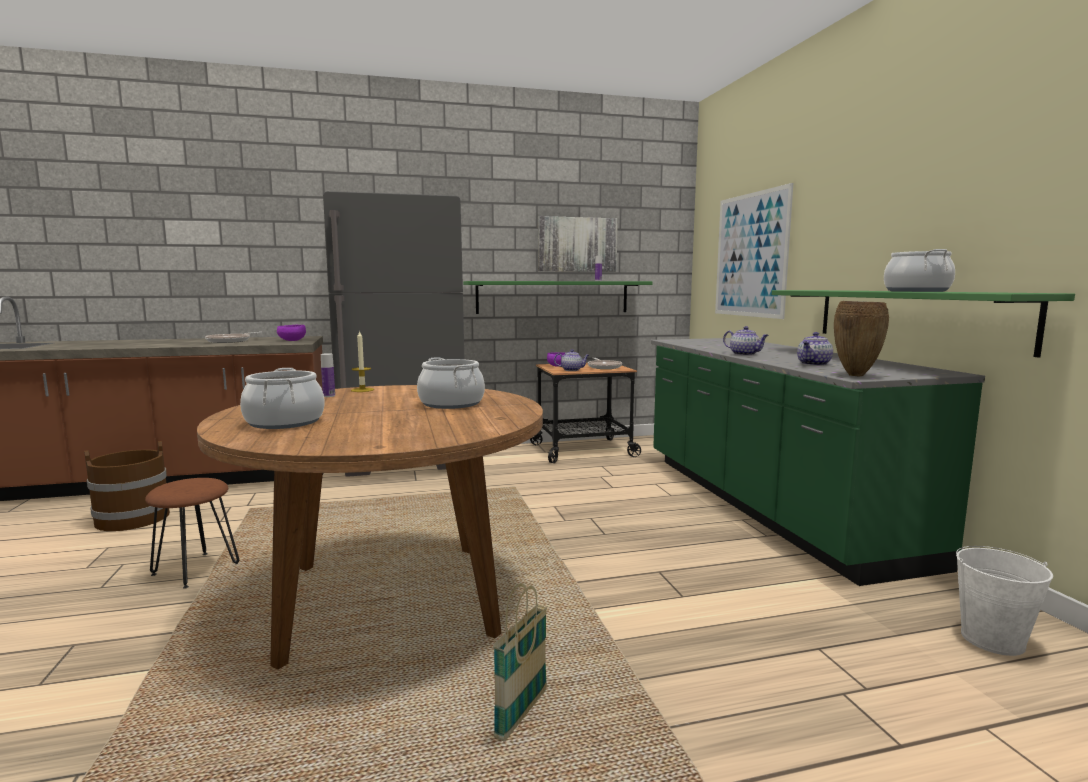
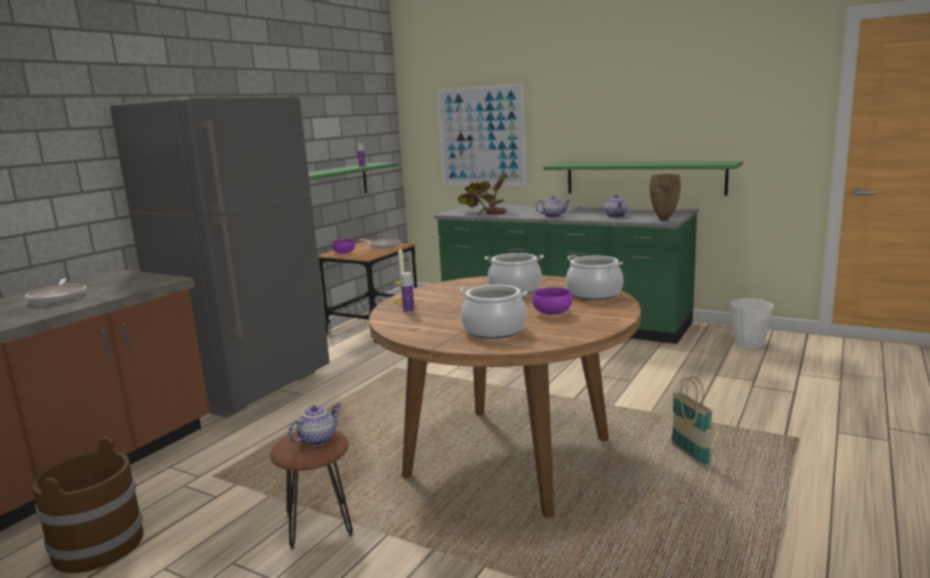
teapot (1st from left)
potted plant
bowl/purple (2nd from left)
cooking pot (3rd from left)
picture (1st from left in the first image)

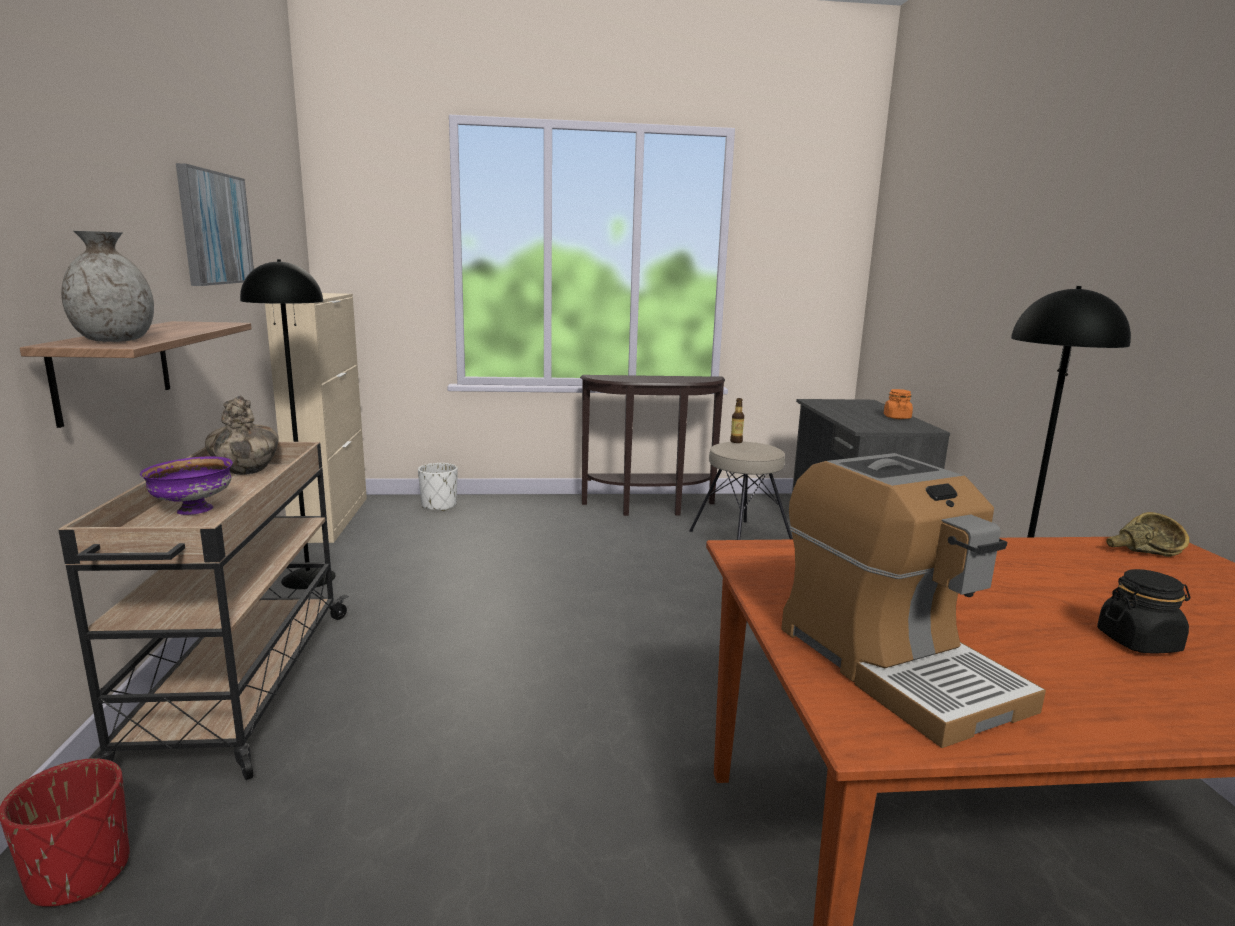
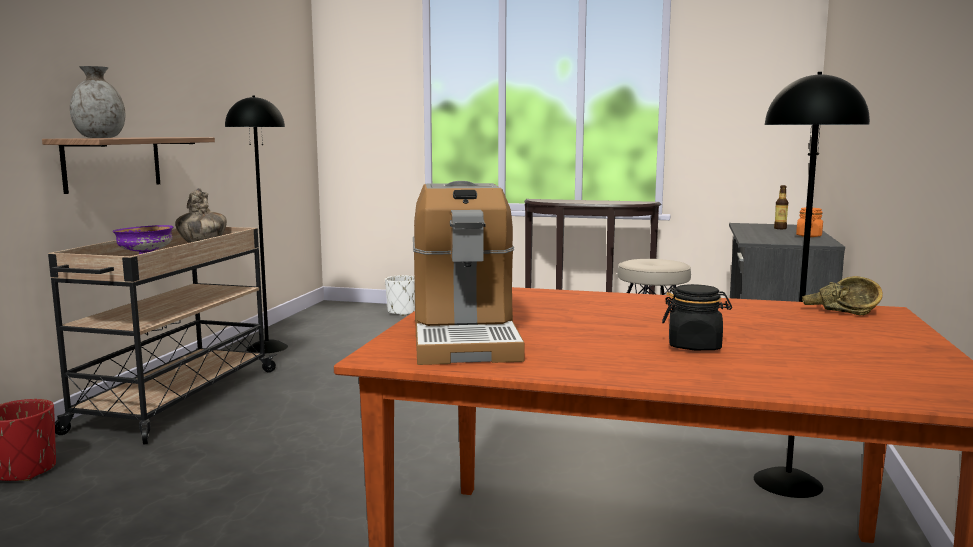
bottle
picture
cabinet/beige

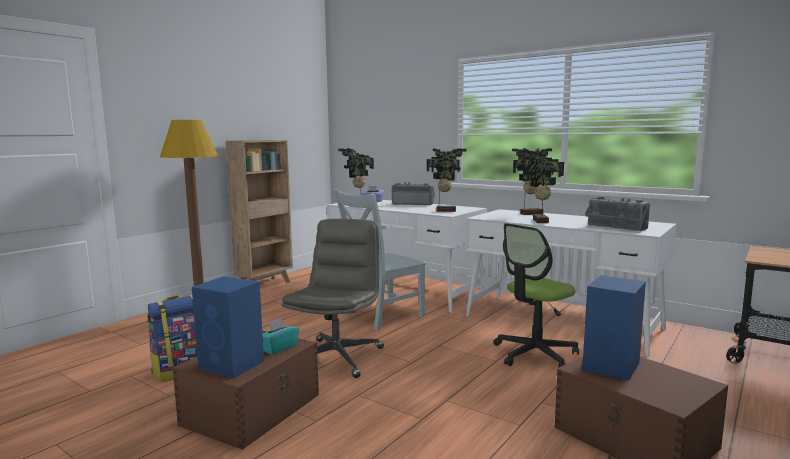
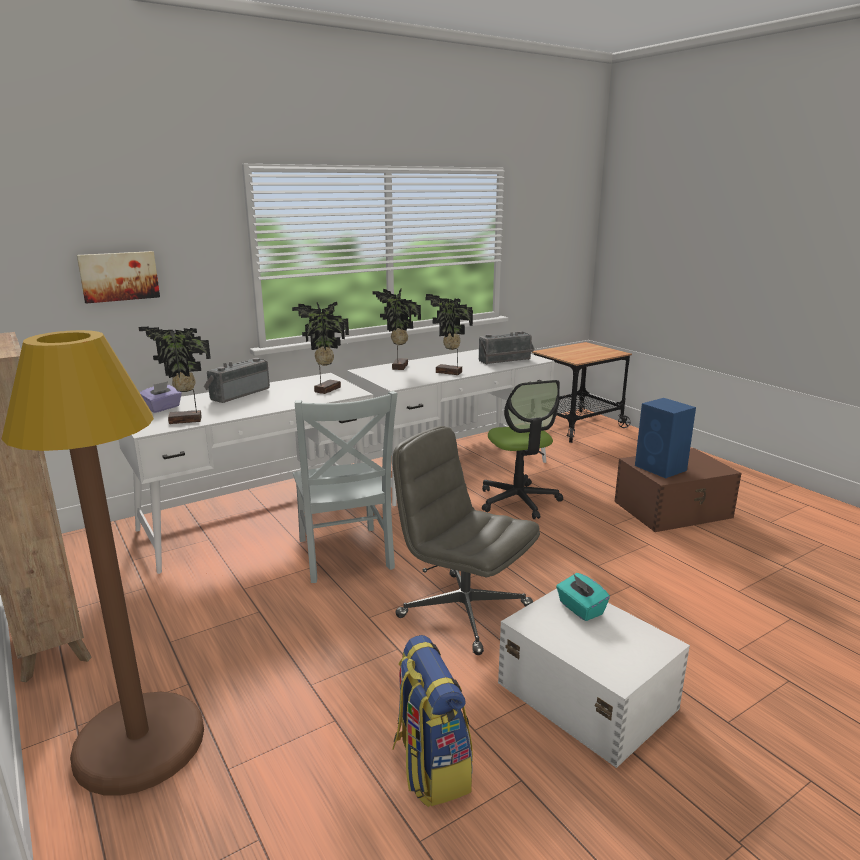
picture
storage box/white
speaker/blue (1st from left in the first image)

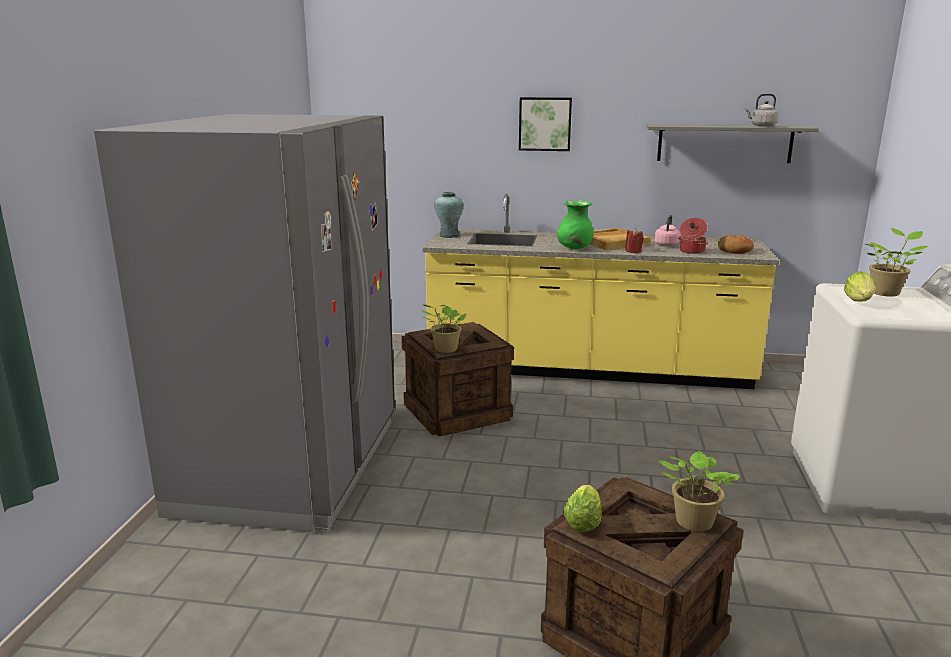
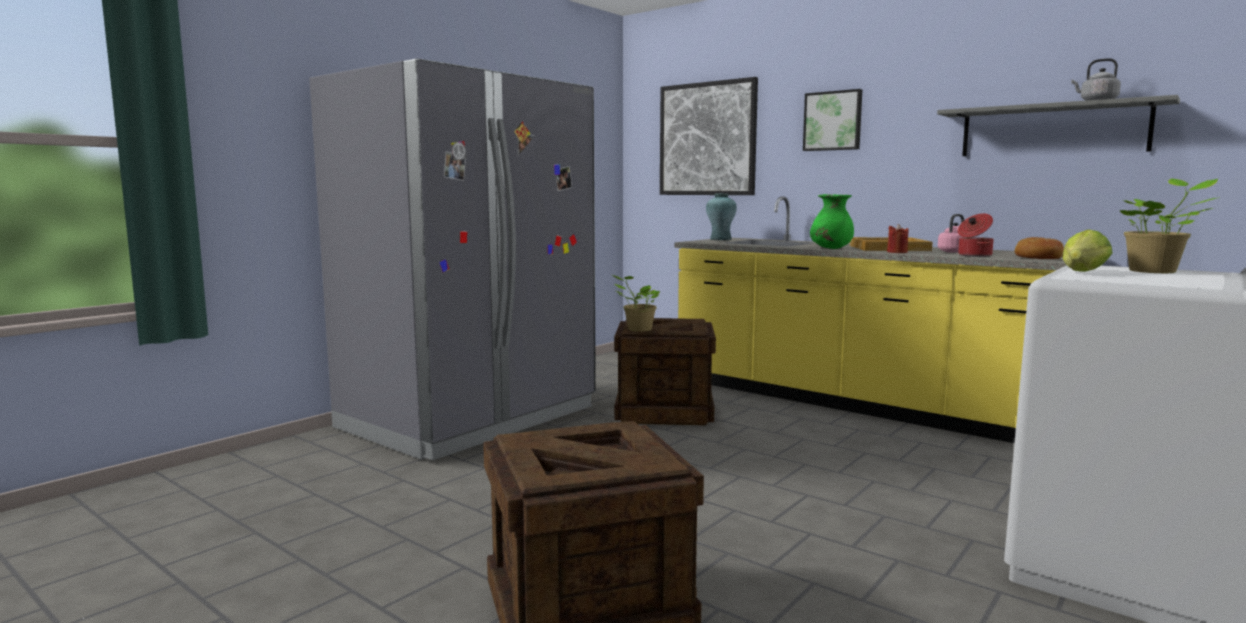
picture (1st from left)
lettuce (1st from left in the first image)
potted plant (2nd from left in the first image)

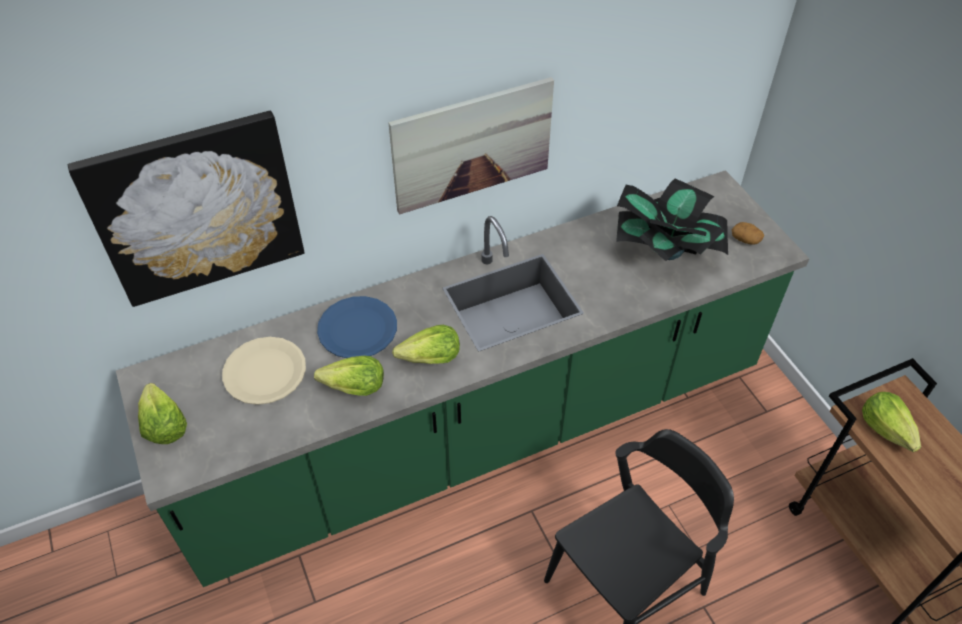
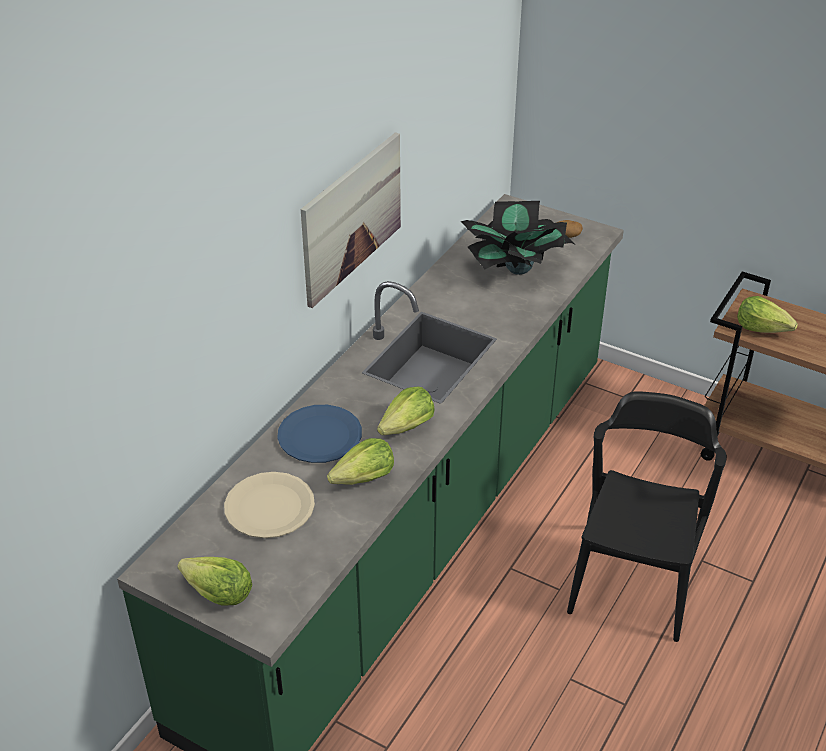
picture (1st from left in the first image)

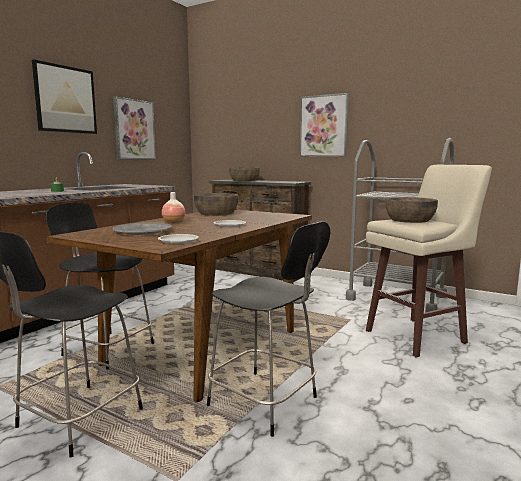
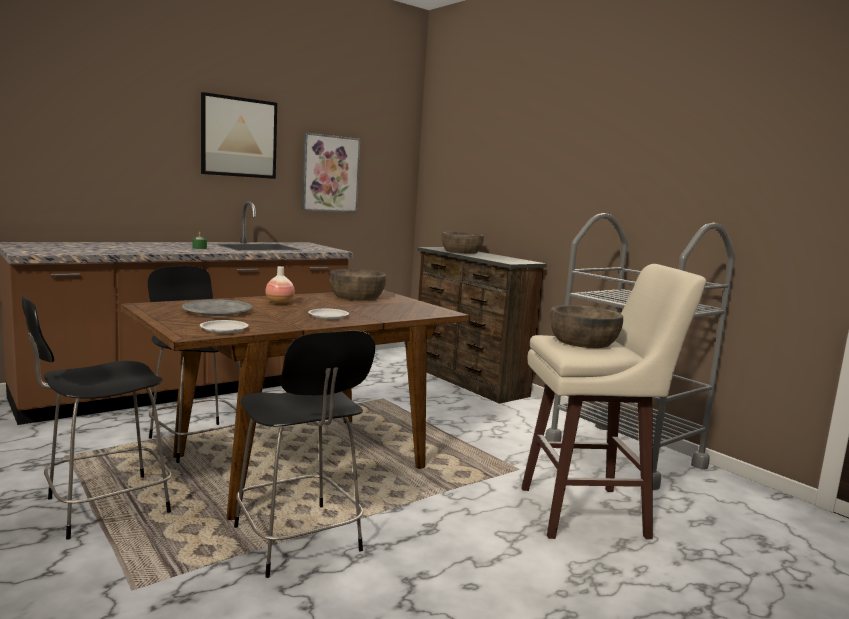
picture (3rd from left in the first image)

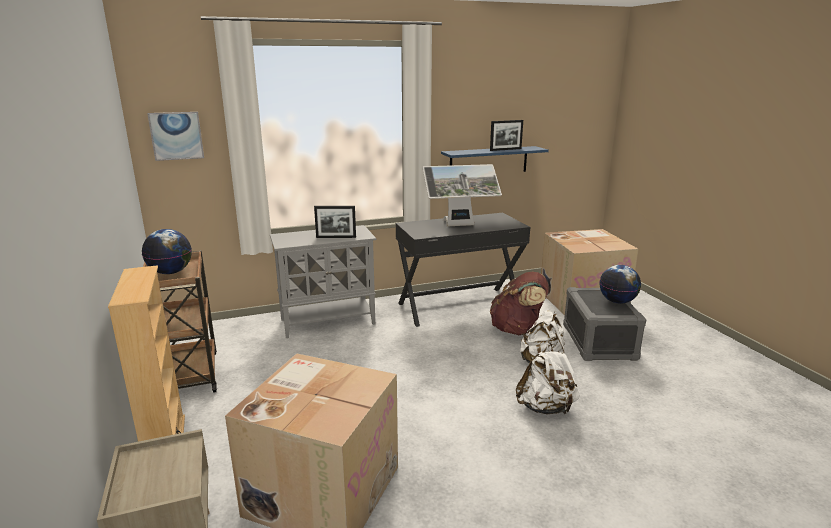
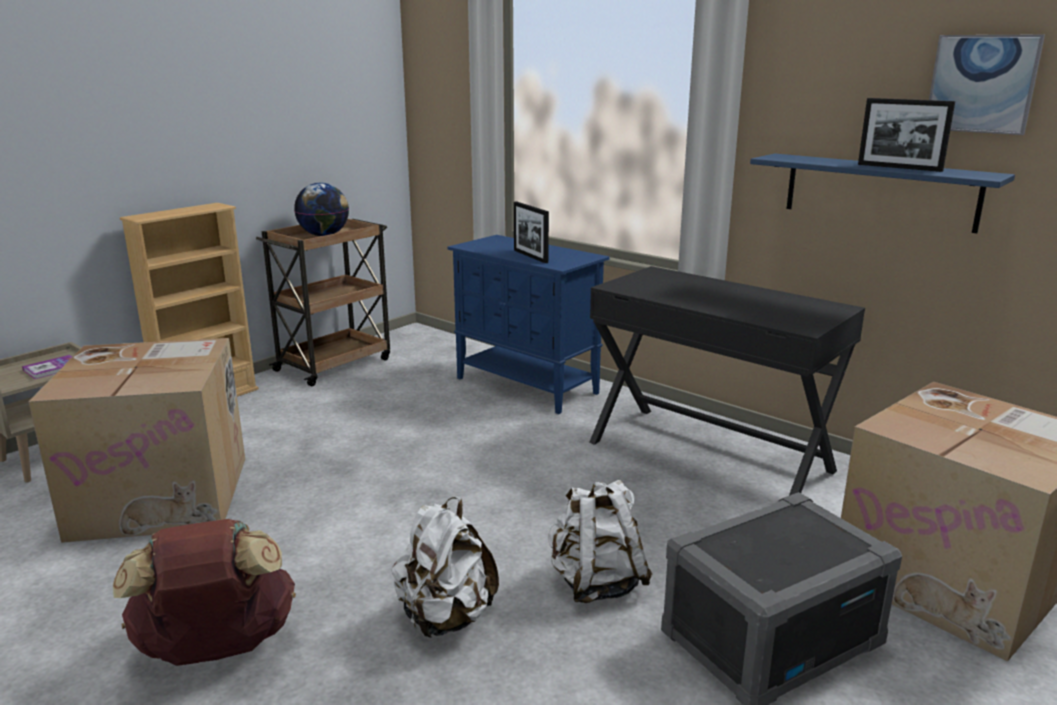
book
backpack/brown
cabinet/blue
picture
monitor
globe (2nd from left in the first image)

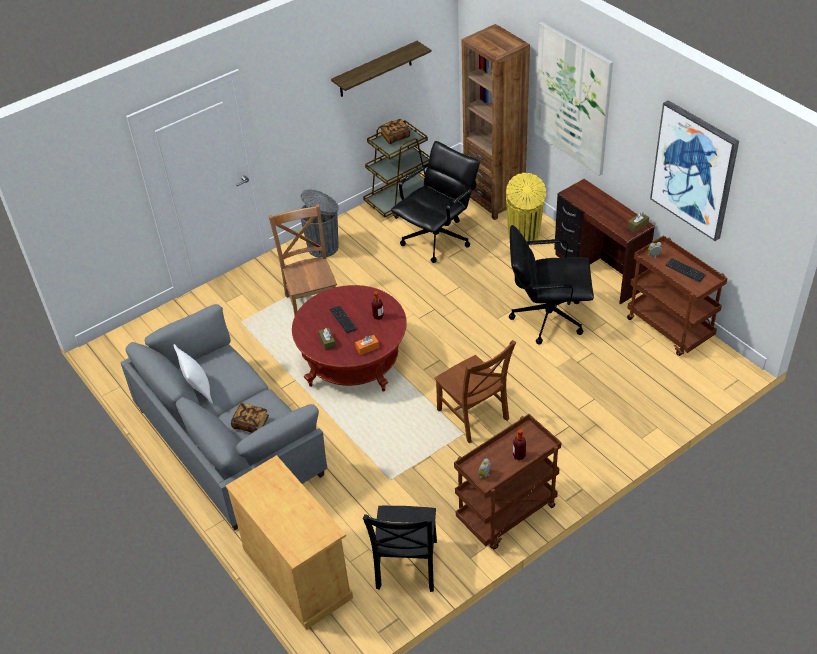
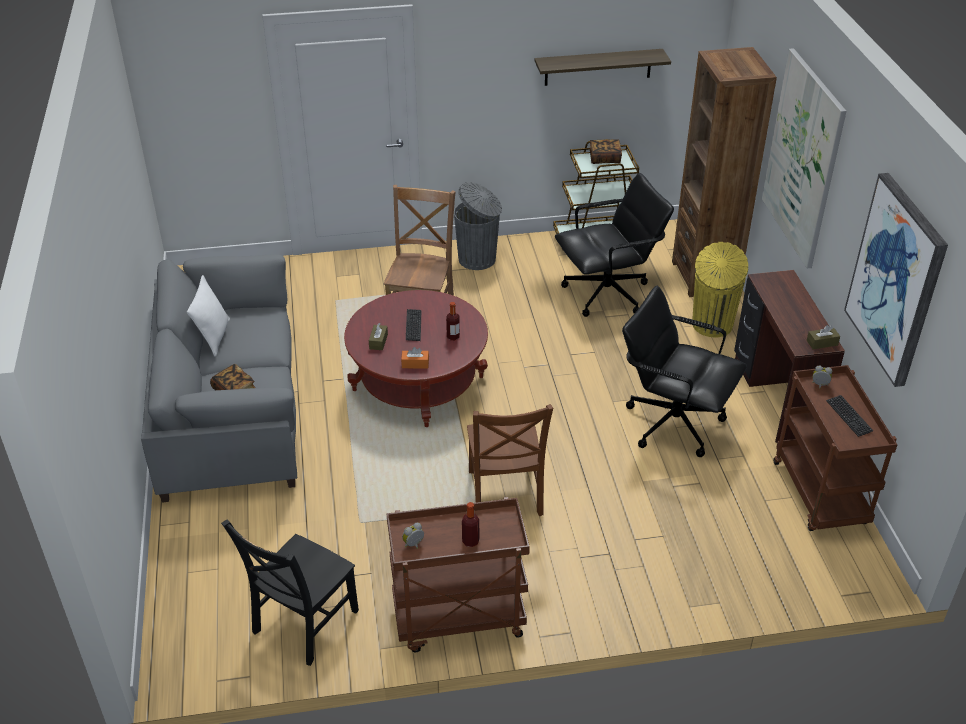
cabinet/beige

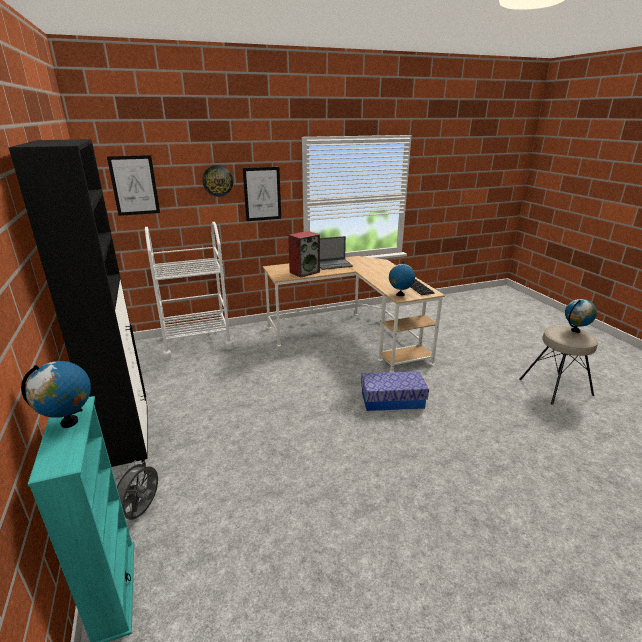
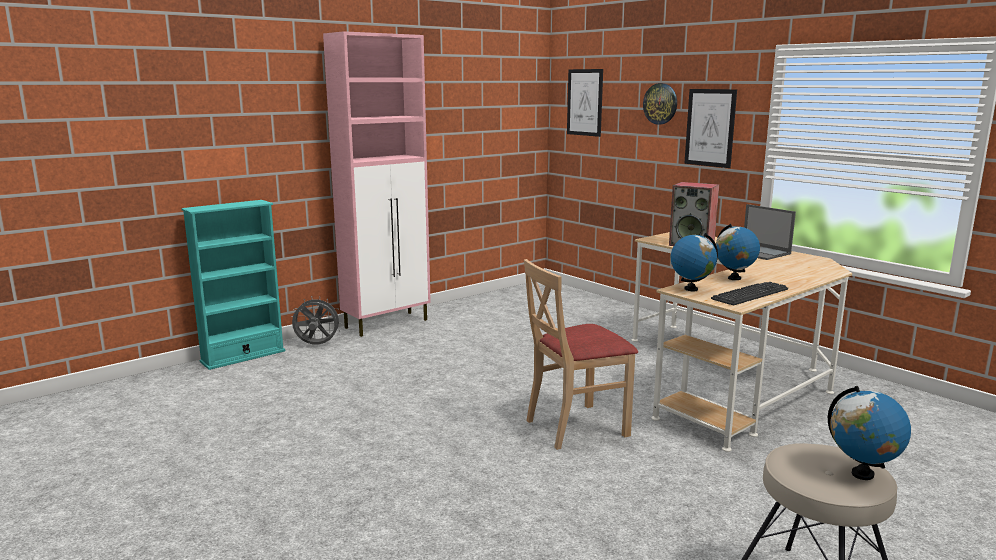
cabinet/pink
chair/beige
globe (2nd from left)
cart/white

